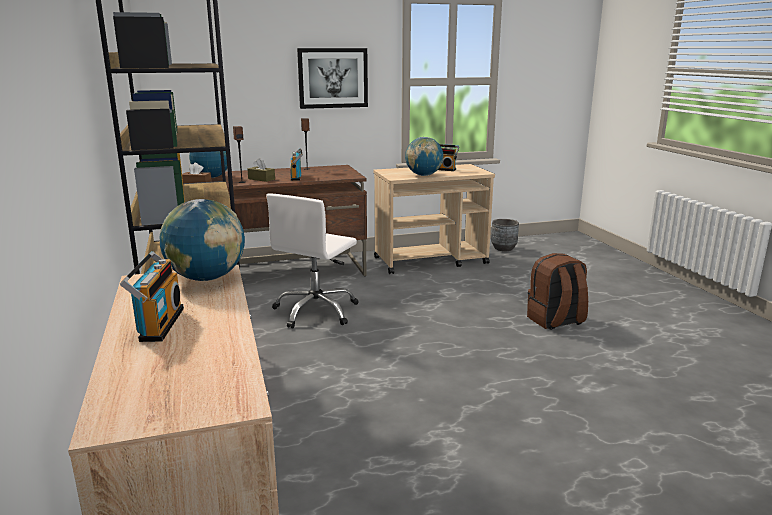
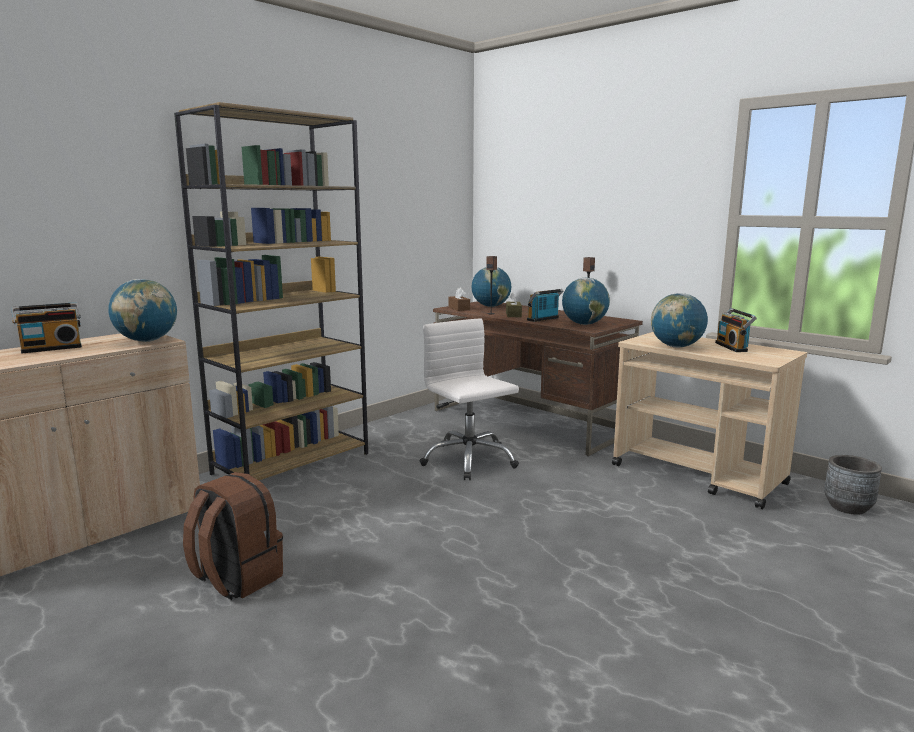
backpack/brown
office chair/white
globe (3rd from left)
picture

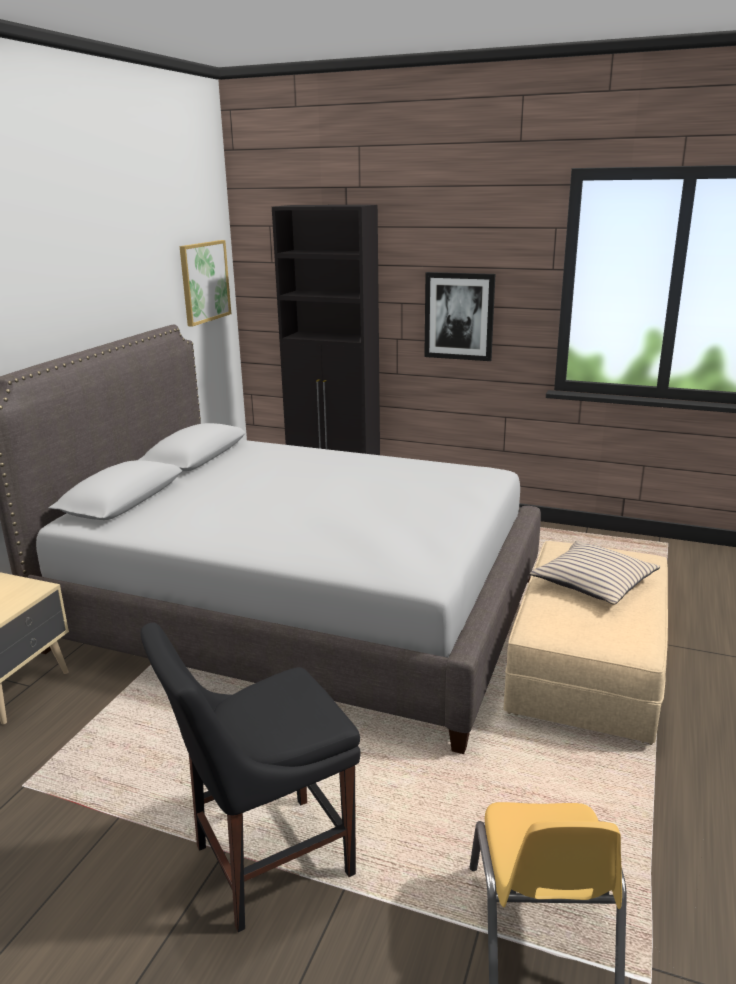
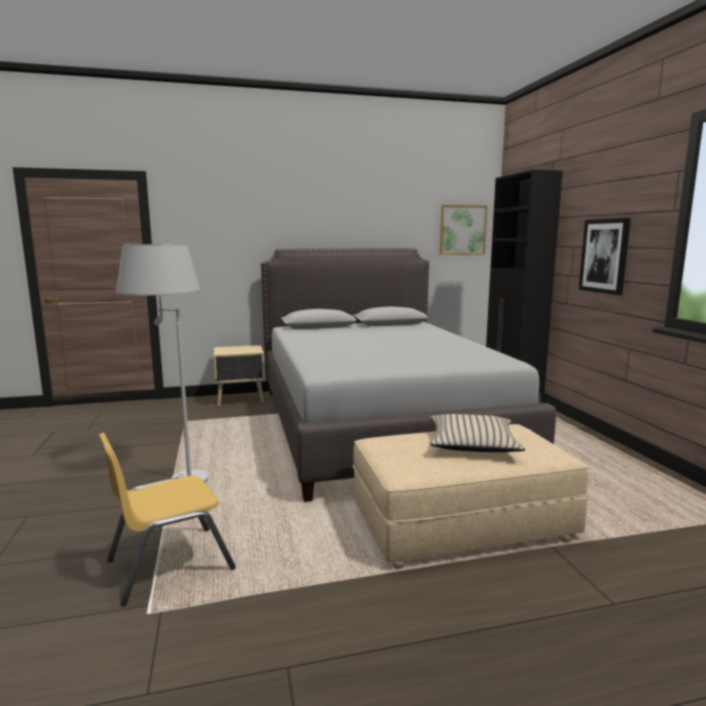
floor lamp/white

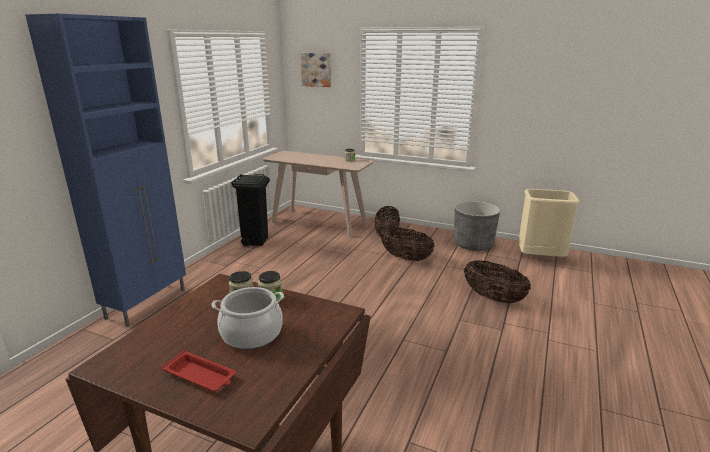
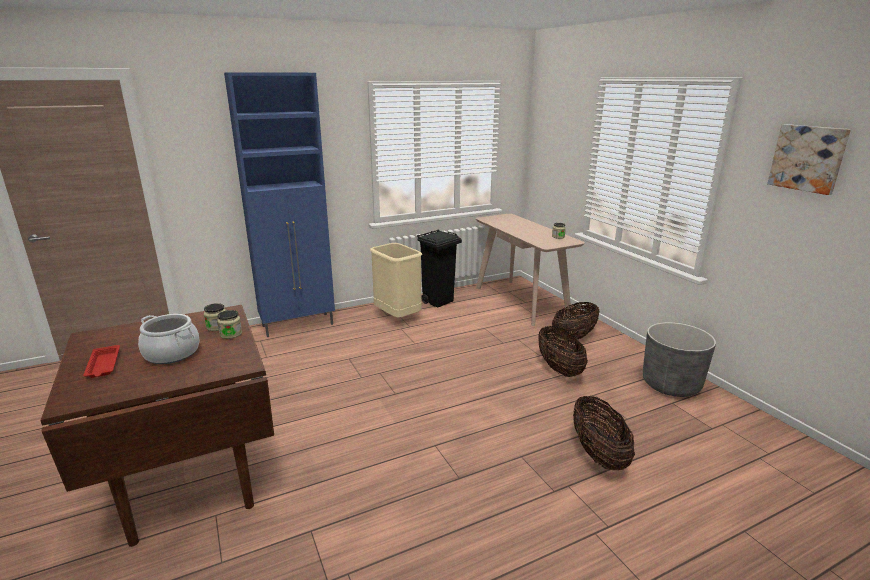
trash can/beige
picture

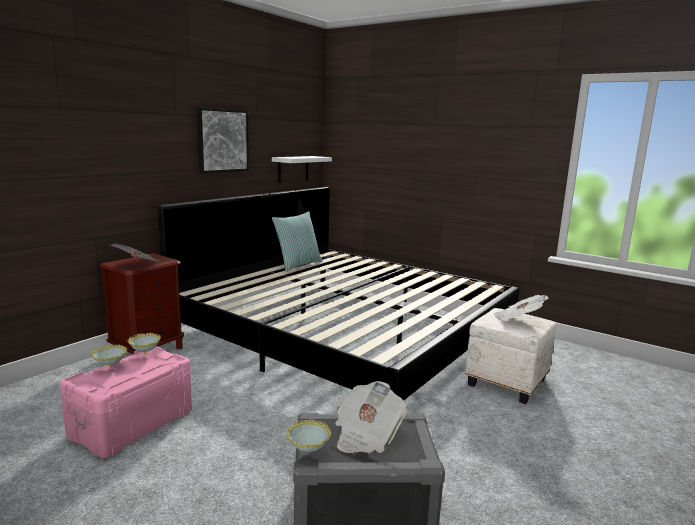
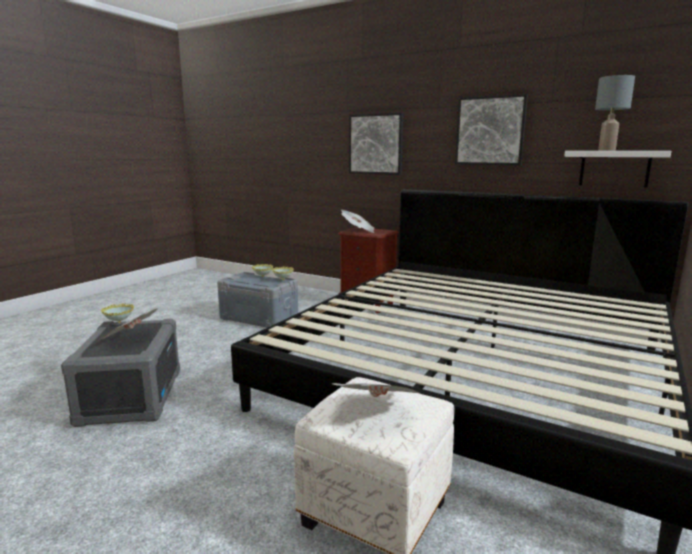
storage box/grey (2nd from left)
picture (1st from left)
table lamp/grey
pillow

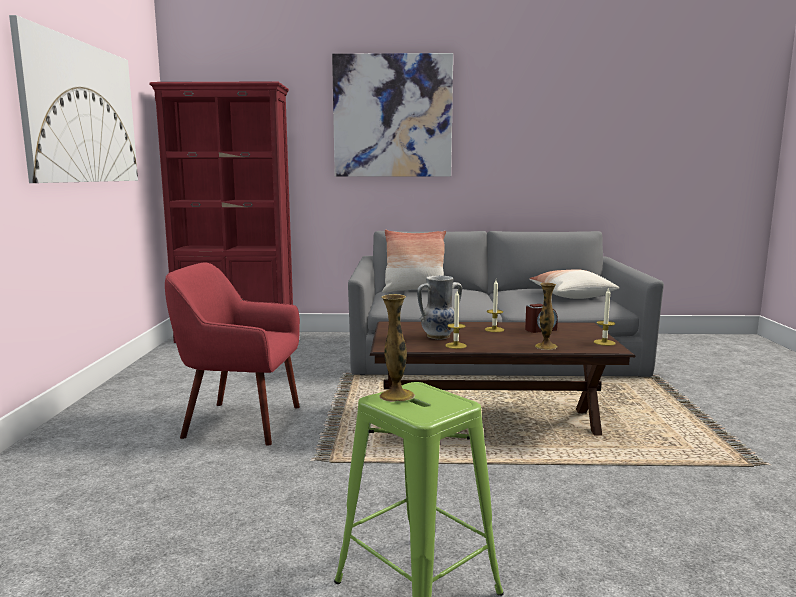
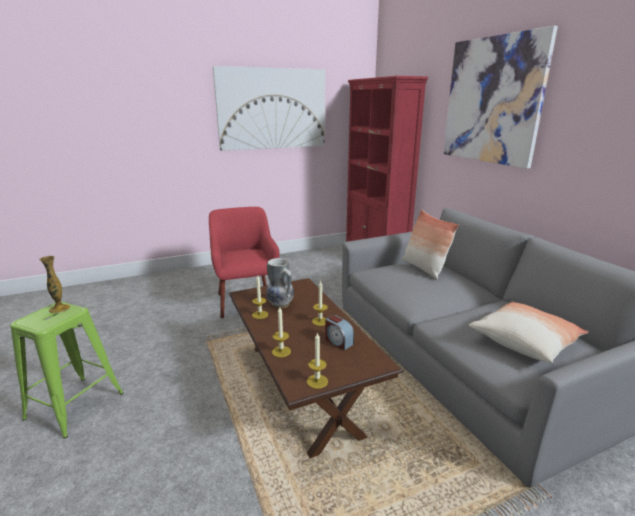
candle (2nd from left)

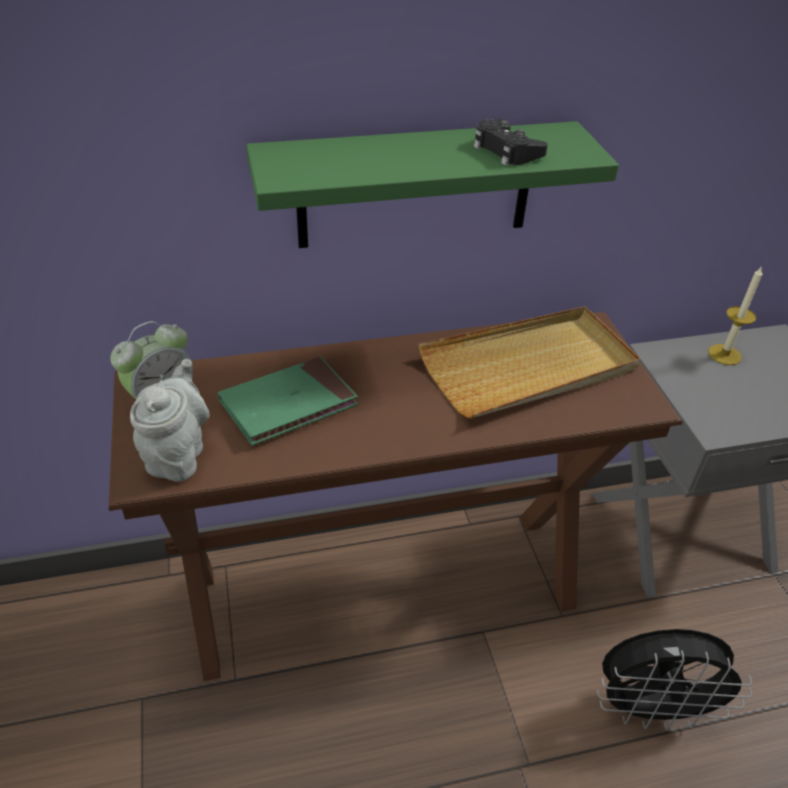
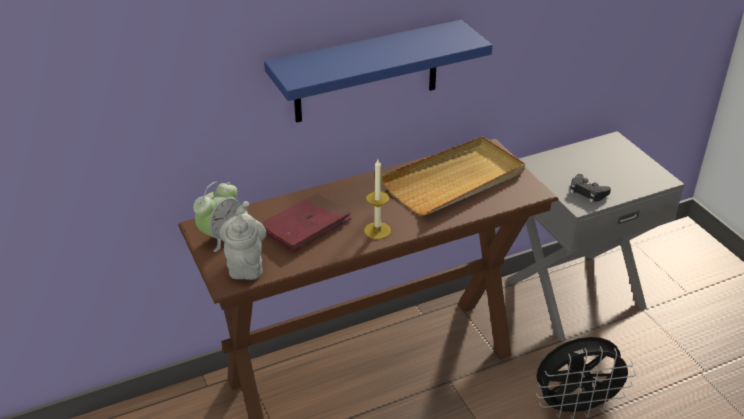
book/red
shelf/blue
candle
game controller/black

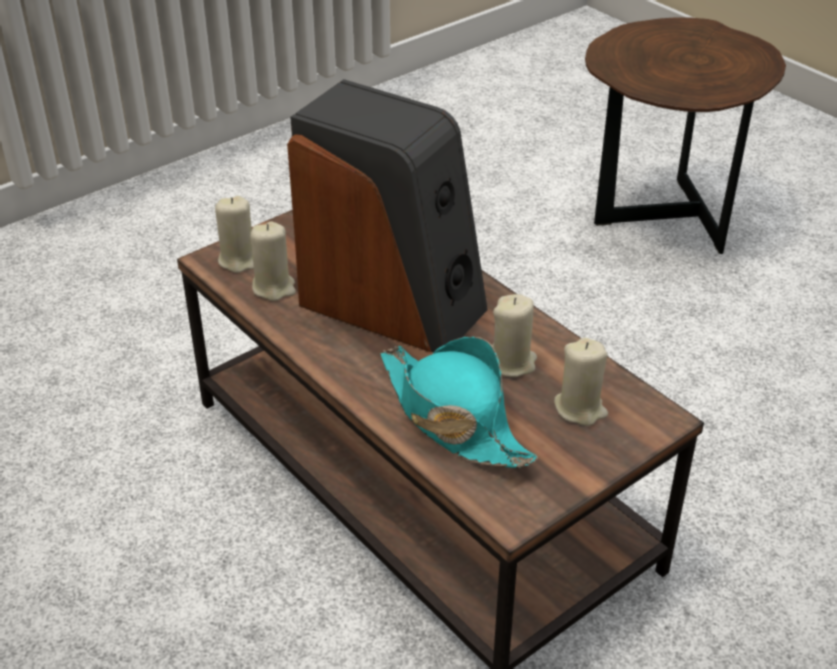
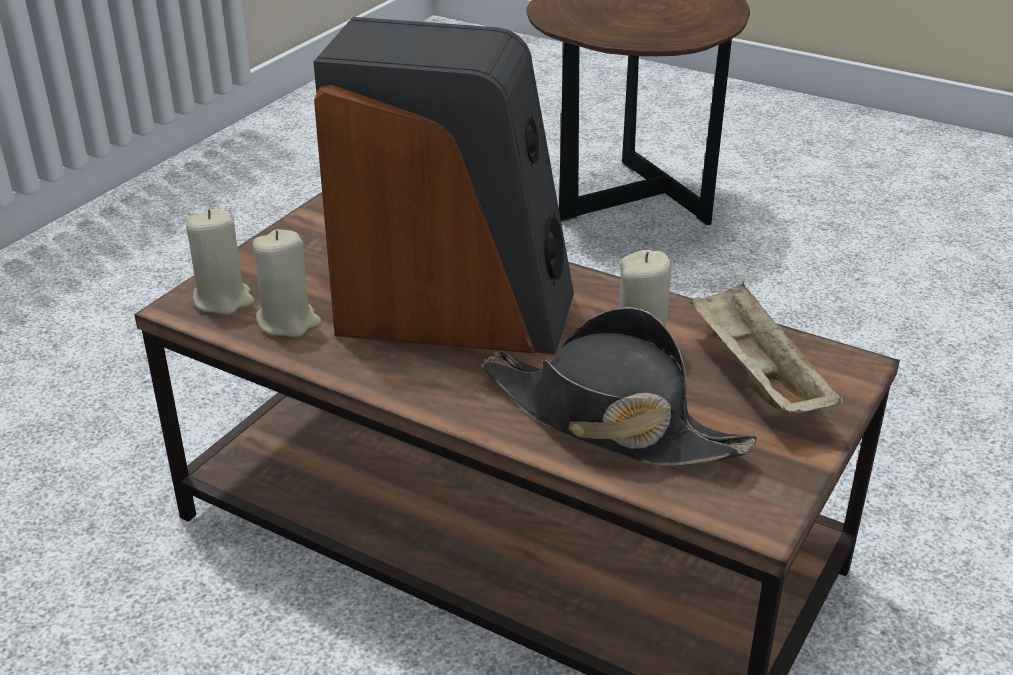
hat/black
tray/beige

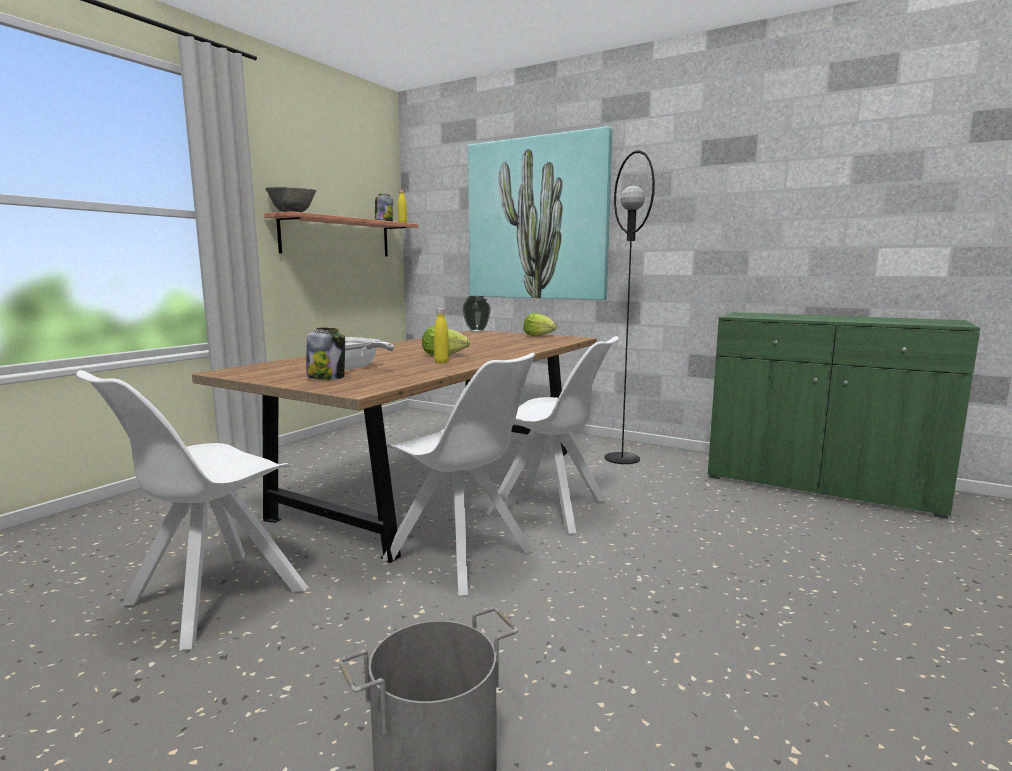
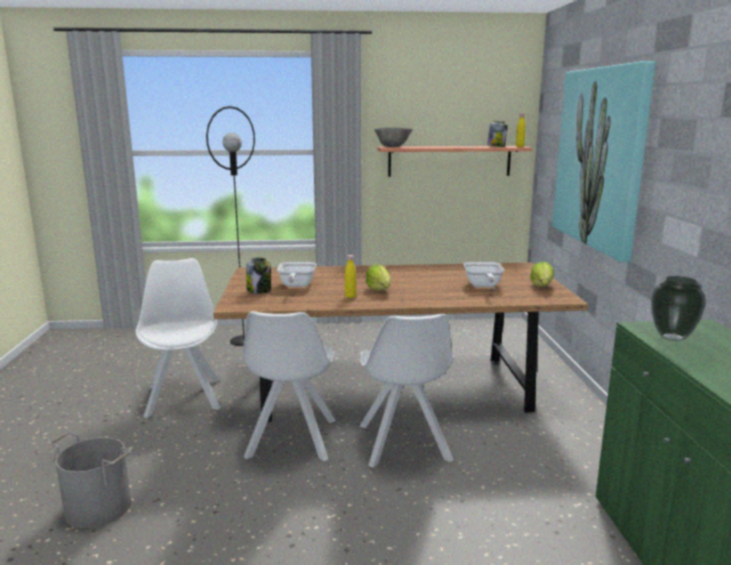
chair/white (1st from left)
floor lamp/black
frying pan (2nd from left)
vase

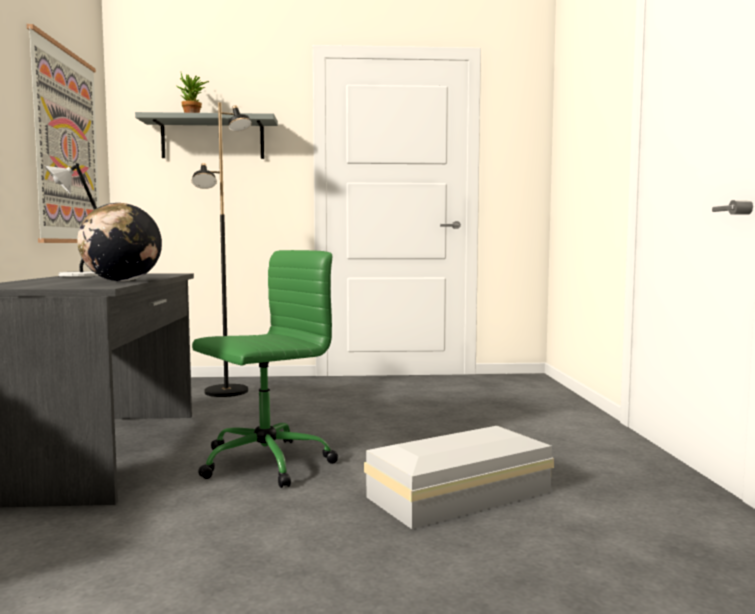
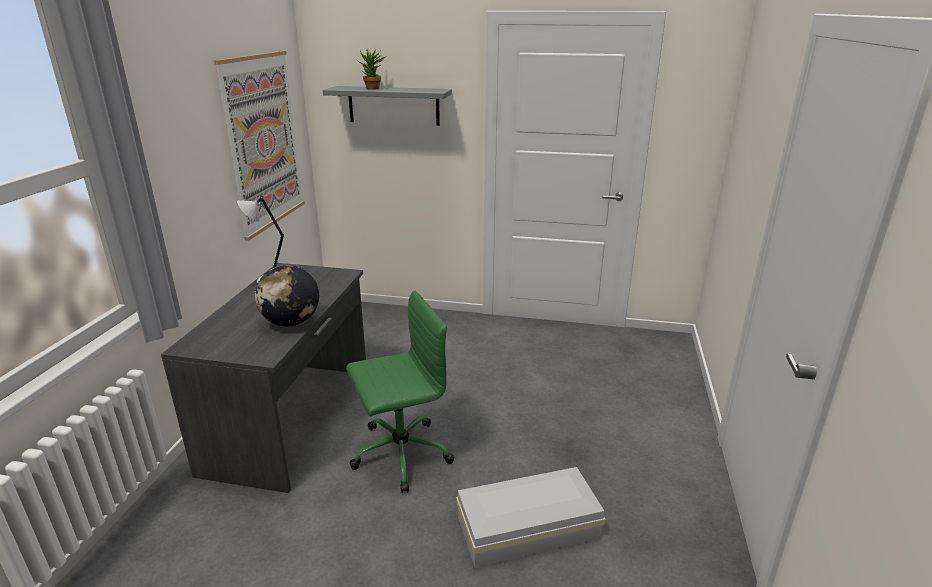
floor lamp/black

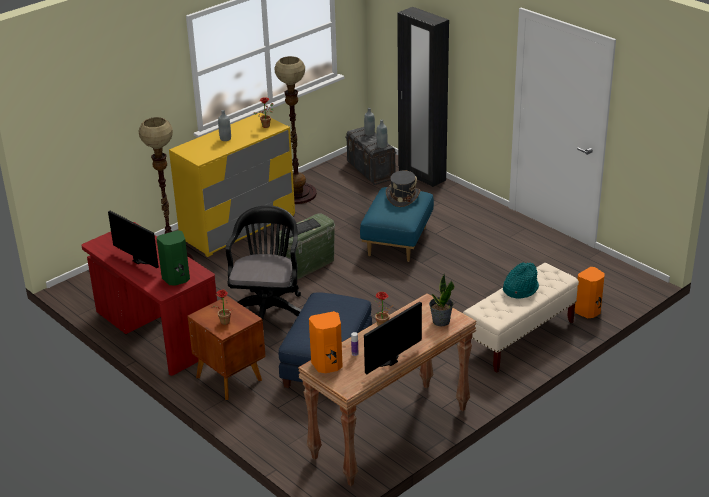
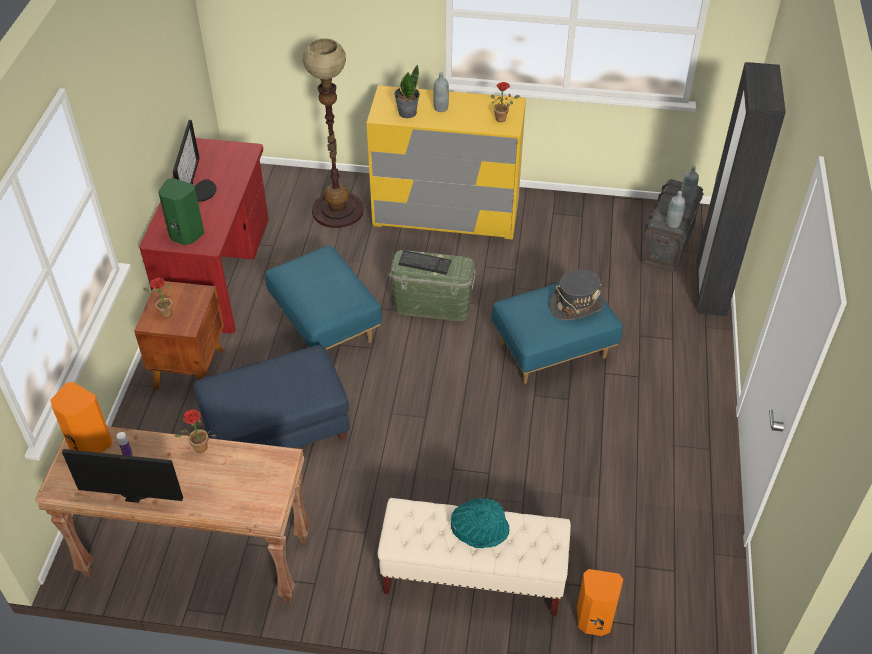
ottoman/blue (2nd from left)
potted plant (3rd from left)
floor lamp (2nd from left in the first image)

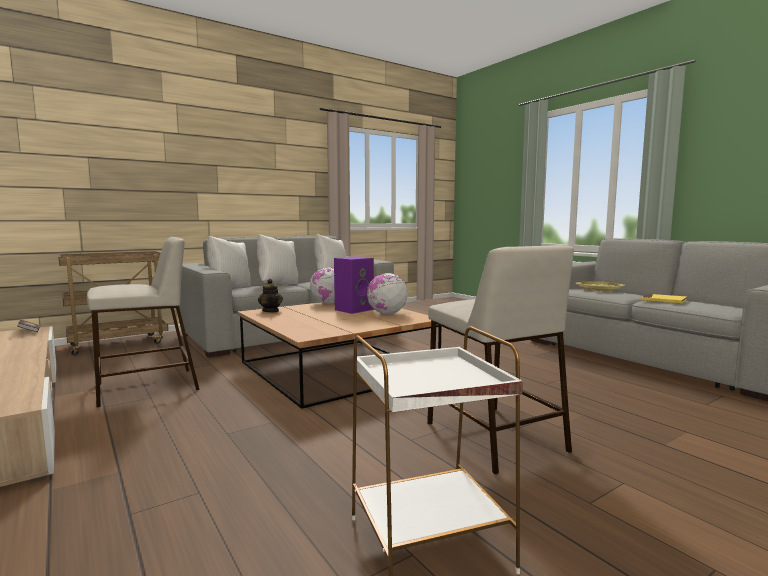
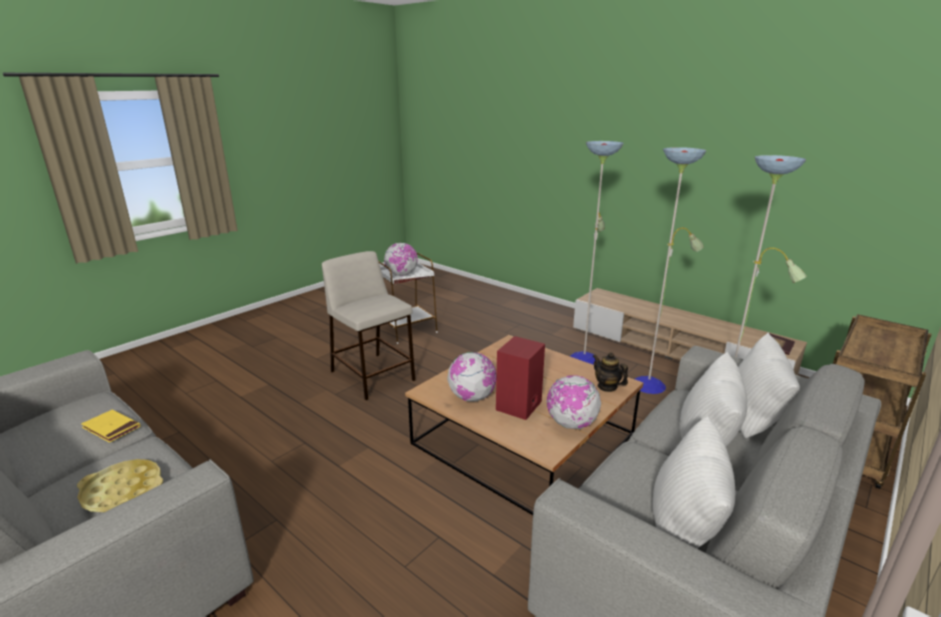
globe (1st from left)
speaker/red
floor lamp

